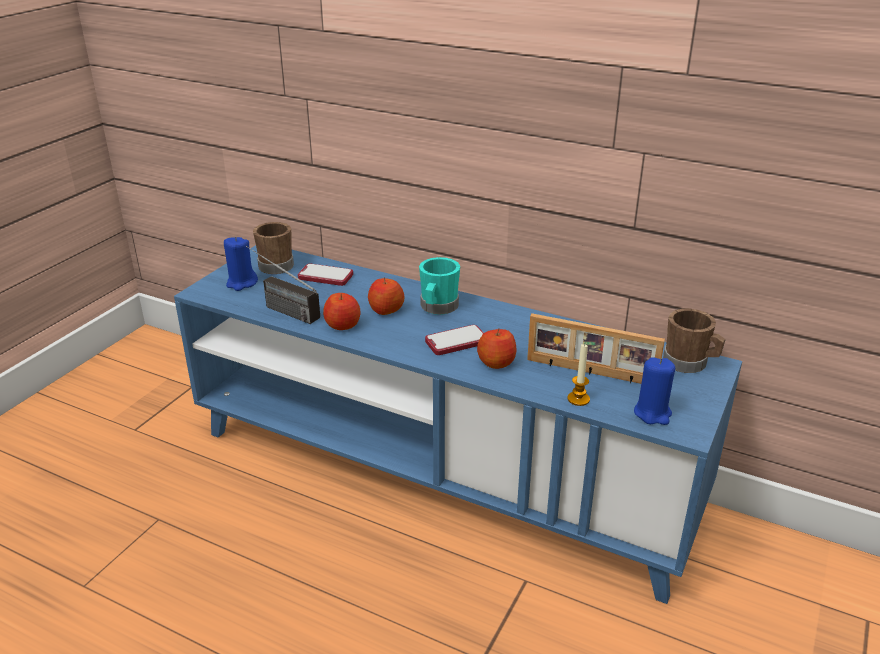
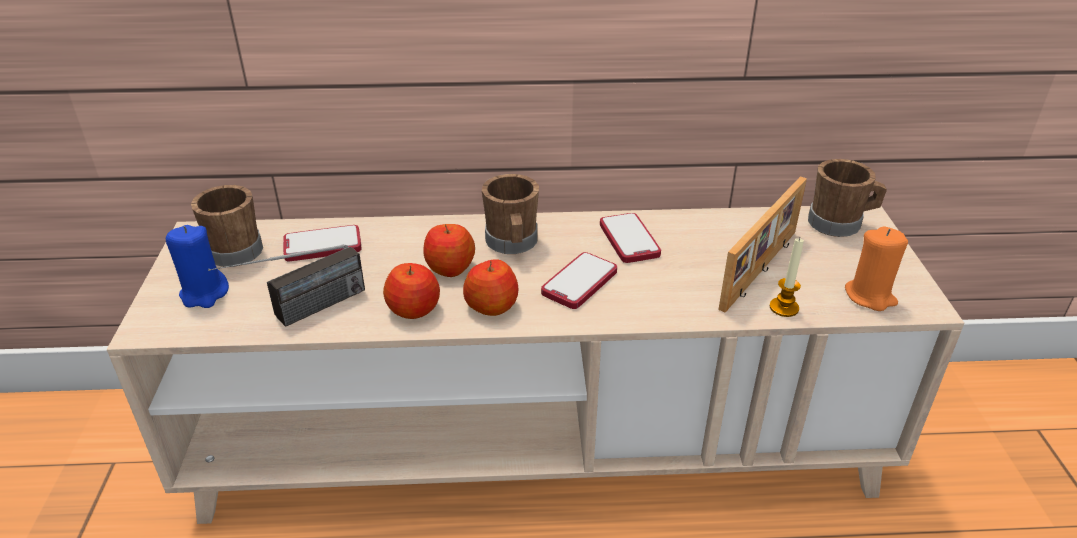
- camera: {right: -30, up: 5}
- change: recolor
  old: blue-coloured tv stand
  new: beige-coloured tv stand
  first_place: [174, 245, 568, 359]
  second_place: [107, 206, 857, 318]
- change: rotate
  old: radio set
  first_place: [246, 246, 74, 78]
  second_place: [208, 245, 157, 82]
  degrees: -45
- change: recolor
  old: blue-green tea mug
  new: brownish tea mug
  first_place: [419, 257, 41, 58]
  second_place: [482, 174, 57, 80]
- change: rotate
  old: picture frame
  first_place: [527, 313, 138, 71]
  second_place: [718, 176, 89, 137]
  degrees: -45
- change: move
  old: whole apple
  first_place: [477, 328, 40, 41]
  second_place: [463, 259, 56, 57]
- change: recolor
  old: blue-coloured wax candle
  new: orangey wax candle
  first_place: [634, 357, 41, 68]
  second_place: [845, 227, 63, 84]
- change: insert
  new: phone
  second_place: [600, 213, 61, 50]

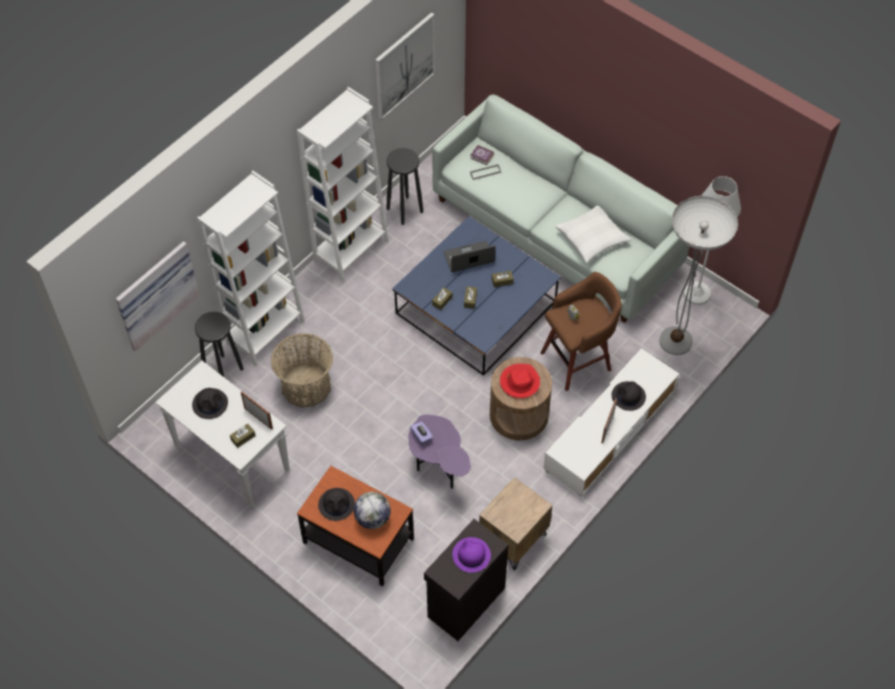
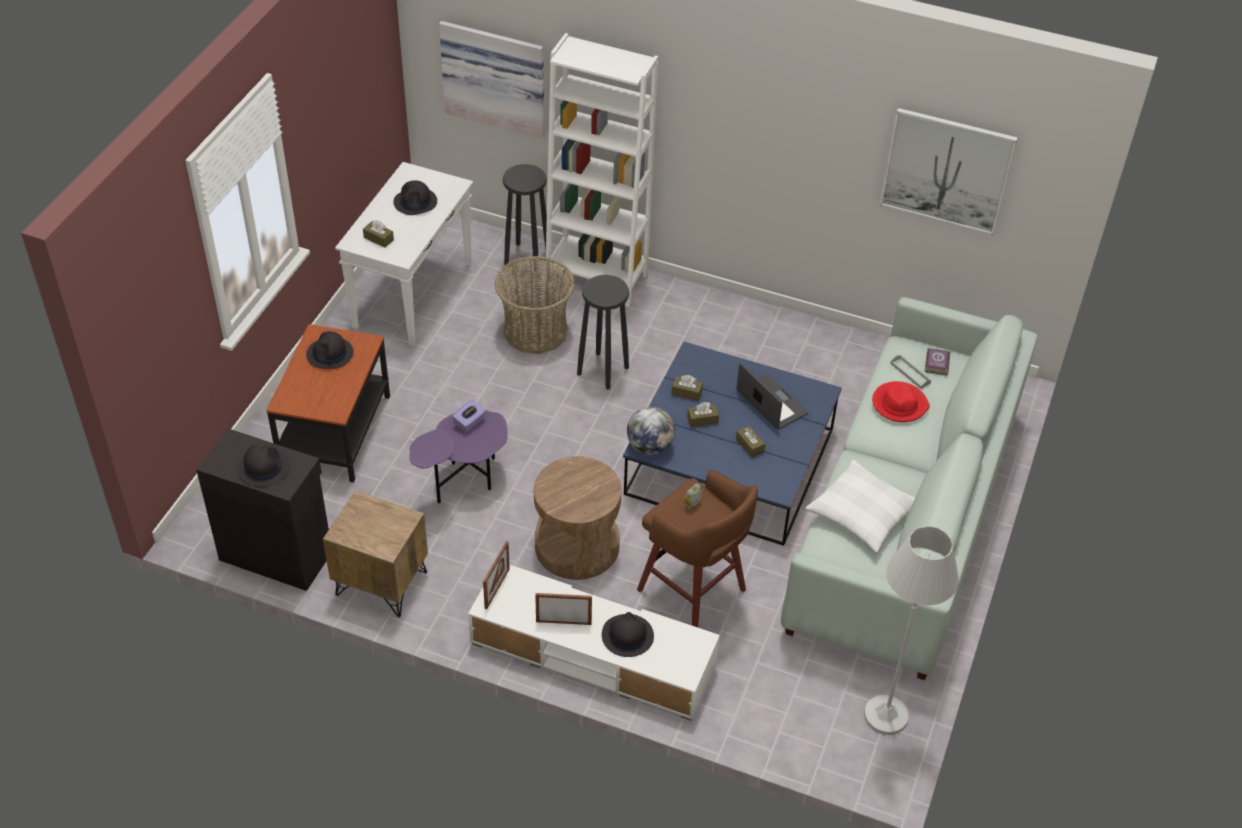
- camera: {right: 70, up: -10}
- change: delete
  old: white shelving unit
  first_place: [297, 87, 92, 196]
- change: move
  old: black-coloured sitting stool
  first_place: [387, 148, 36, 77]
  second_place: [577, 275, 52, 115]
- change: delete
  old: standard lamp
  first_place: [659, 196, 79, 159]
- change: move
  old: red-coloured clothing hat
  first_place: [500, 364, 40, 34]
  second_place: [872, 381, 58, 41]
- change: move
  old: picture frame
  first_place: [241, 391, 32, 39]
  second_place: [483, 541, 27, 68]
- change: move
  old: globe
  first_place: [354, 492, 37, 37]
  second_place: [627, 407, 48, 48]
- change: recolor
  old: purple clothing hat
  new: black-coloured clothing hat
  first_place: [452, 537, 39, 36]
  second_place: [237, 445, 53, 41]

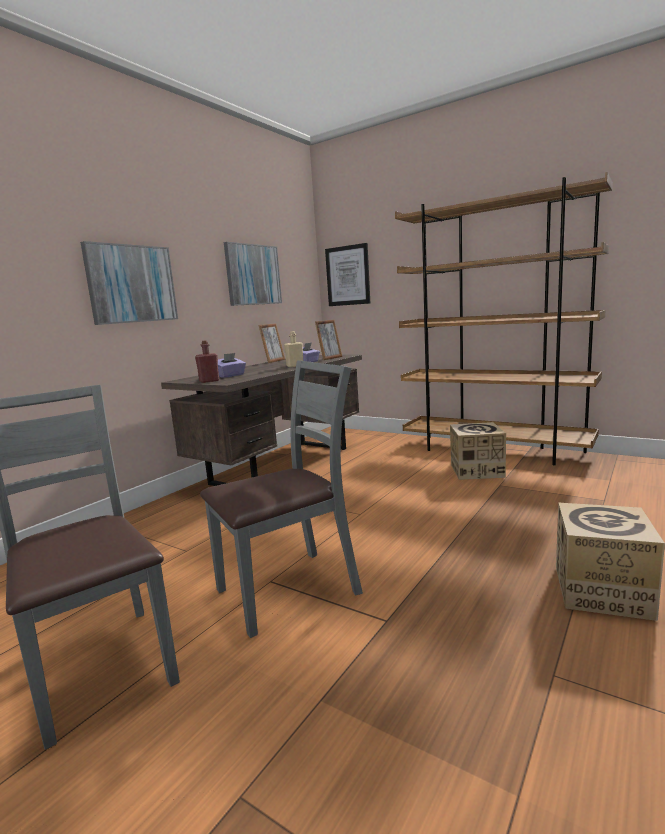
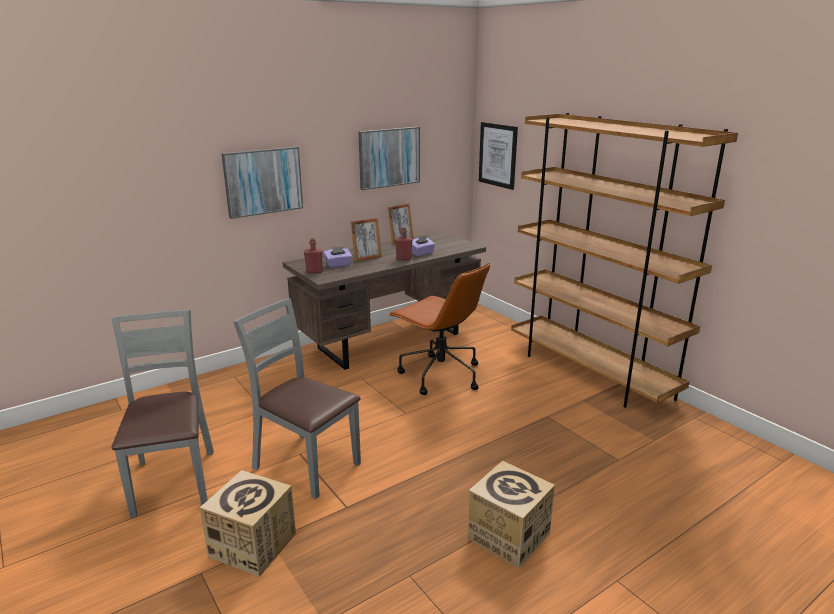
- camera: {right: 20, up: 10}
- change: move
  old: picture frame
  first_place: [315, 320, 27, 40]
  second_place: [350, 218, 32, 44]
- change: recolor
  old: beige-coloured beverage bottle
  new: red-coloured beverage bottle
  first_place: [284, 331, 19, 36]
  second_place: [395, 227, 17, 33]
- change: rotate
  old: gray plain chair
  first_place: [200, 360, 163, 278]
  second_place: [233, 298, 128, 201]
  degrees: -135
- change: move
  old: cardboard box
  first_place: [450, 422, 56, 58]
  second_place: [200, 470, 96, 107]
- change: insert
  new: brownish office chair
  second_place: [389, 263, 101, 132]

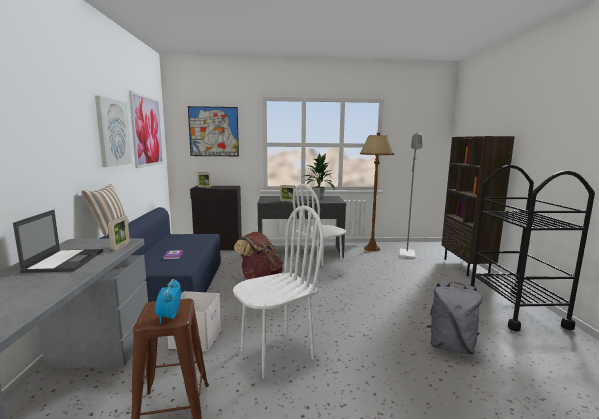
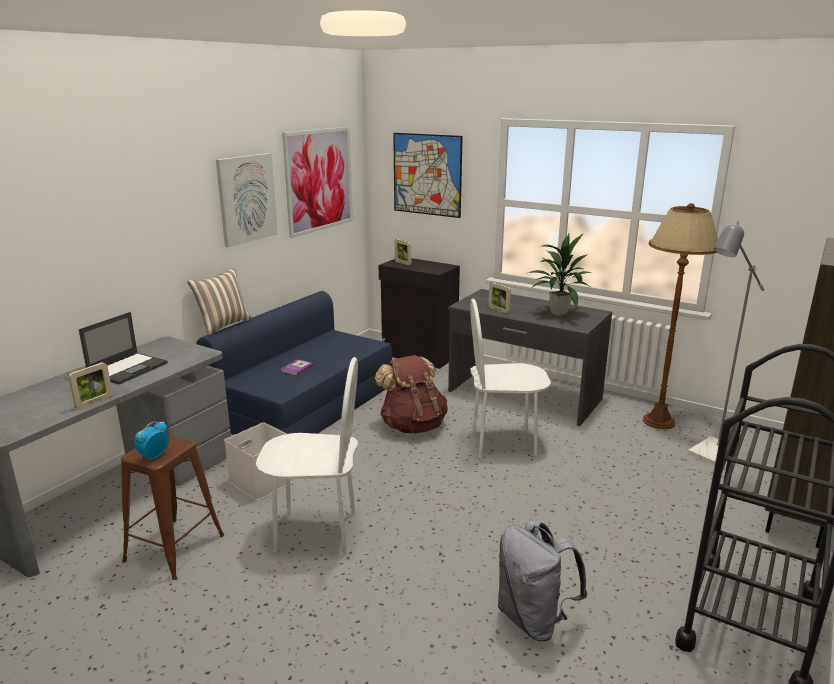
- camera: {right: 35, up: 10}
- change: move
  old: picture frame
  first_place: [108, 216, 22, 35]
  second_place: [68, 362, 45, 47]

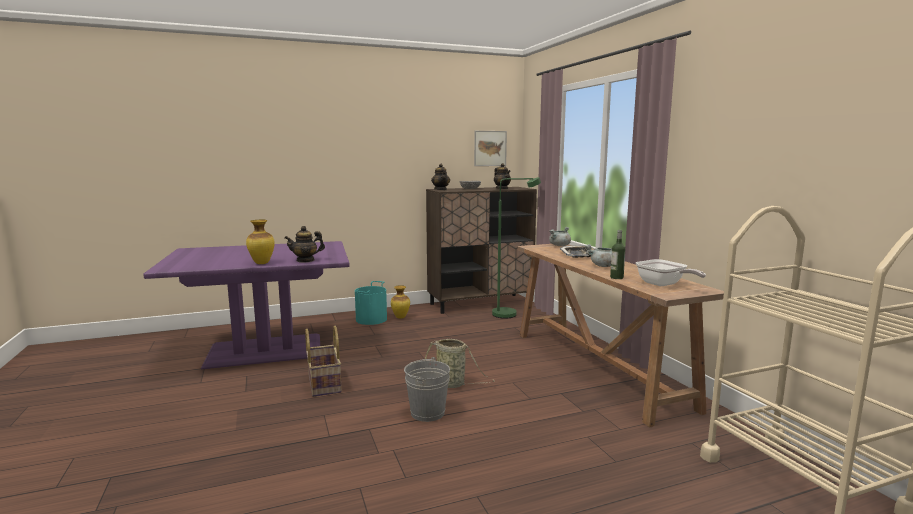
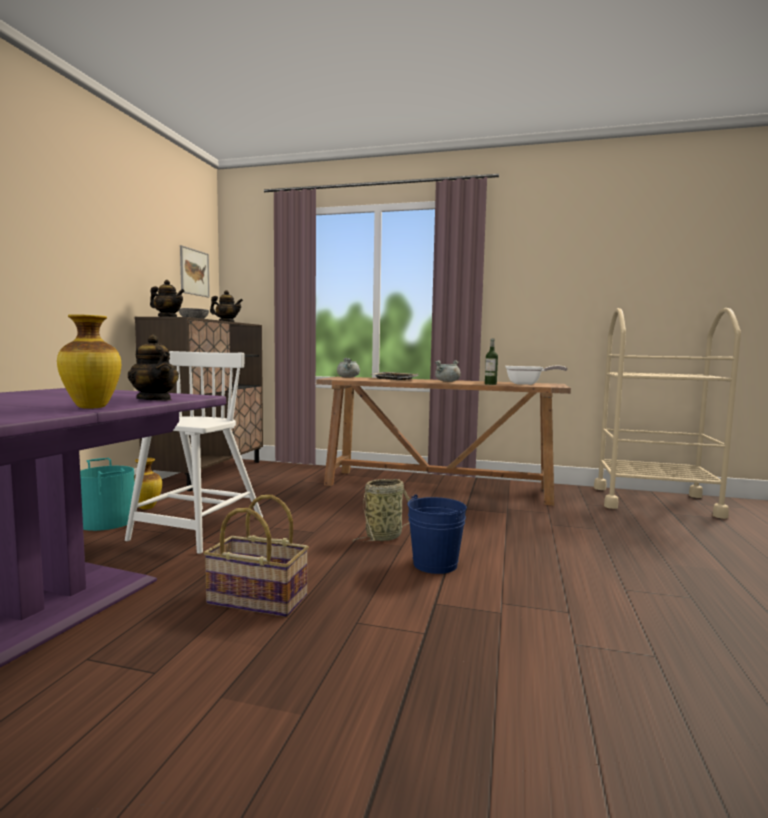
- camera: {right: -55, up: -5}
- change: delete
  old: green-coloured standard lamp
  first_place: [492, 177, 49, 142]
- change: rotate
  old: tea pot
  first_place: [285, 226, 40, 36]
  second_place: [128, 335, 51, 66]
  degrees: -60
- change: recolor
  old: gray pail
  new: blue-coloured pail
  first_place: [404, 357, 46, 65]
  second_place: [408, 495, 59, 79]
- change: insert
  new: white plain chair
  second_place: [125, 351, 138, 203]

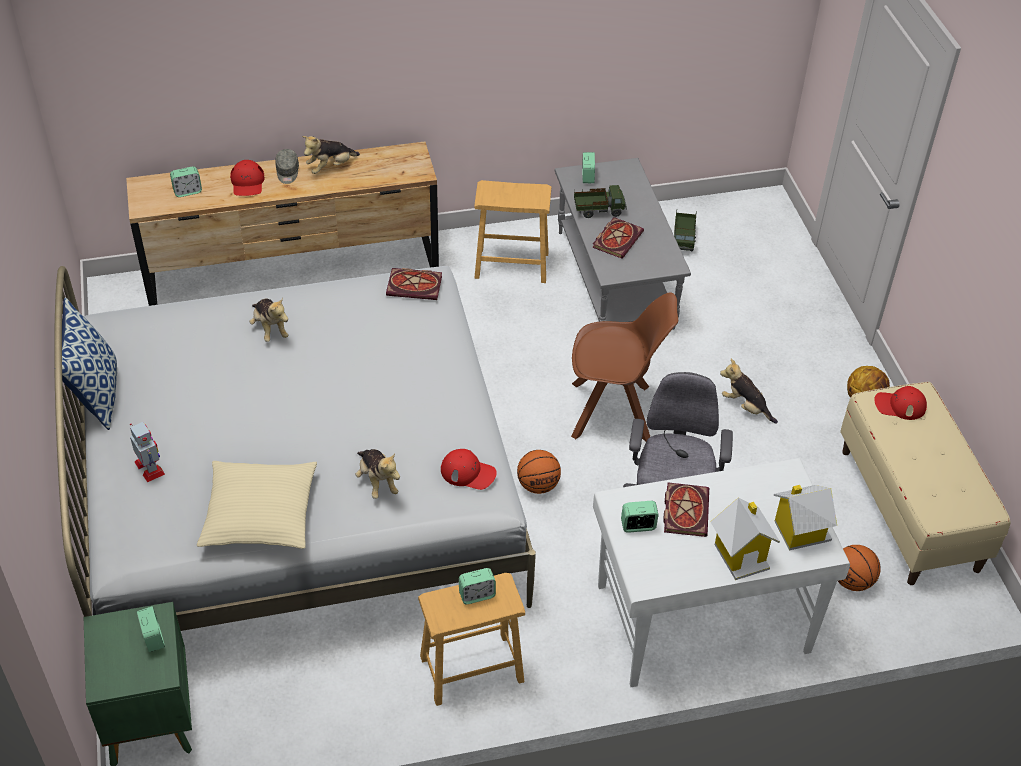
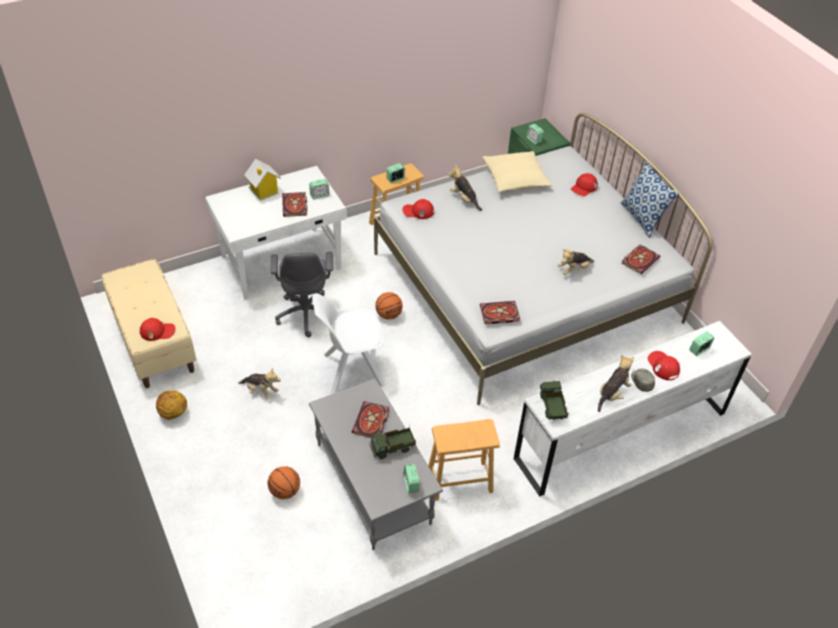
- camera: {right: 165, up: 0}
- change: recolor
  old: brownish chest of drawers
  new: white chest of drawers
  first_place: [126, 142, 313, 164]
  second_place: [514, 321, 238, 176]
- change: move
  old: model truck
  first_place: [674, 211, 23, 40]
  second_place: [540, 381, 29, 39]
- change: recolor
  old: brownish plain chair
  new: white plain chair
  first_place: [571, 292, 107, 149]
  second_place: [312, 293, 73, 101]
- change: rotate
  old: plush toy
  first_place: [250, 297, 38, 45]
  second_place: [558, 249, 36, 26]
  degrees: -75
- change: replace
  old: robot figure
  new: red-coloured peaked cap
  first_place: [130, 422, 35, 60]
  second_place: [571, 173, 27, 23]
- change: delete
  old: model house
  first_place: [774, 485, 63, 66]
- change: move
  old: ball for basketball
  first_place: [838, 545, 43, 46]
  second_place: [268, 466, 32, 33]
- change: insert
  new: book
  second_place: [622, 244, 38, 30]

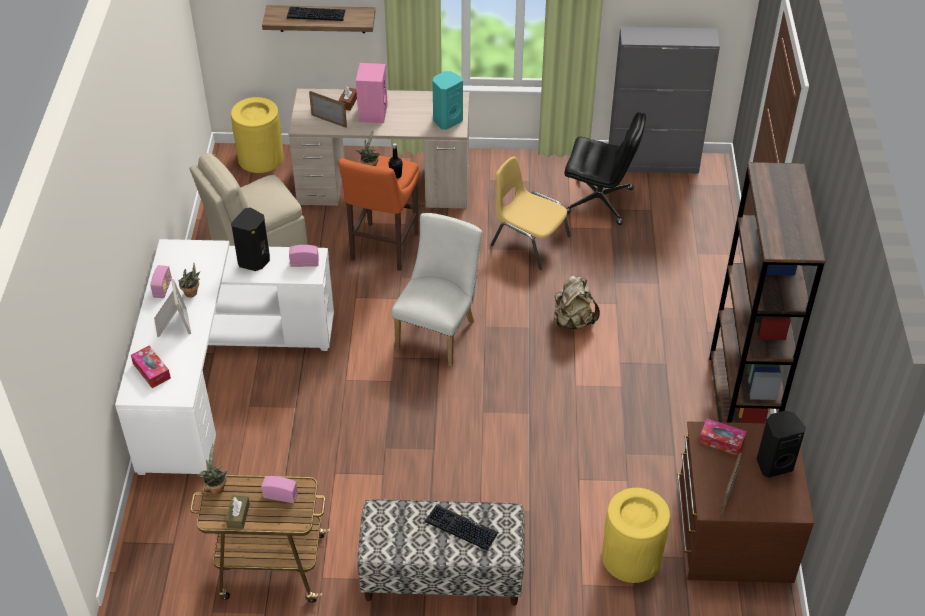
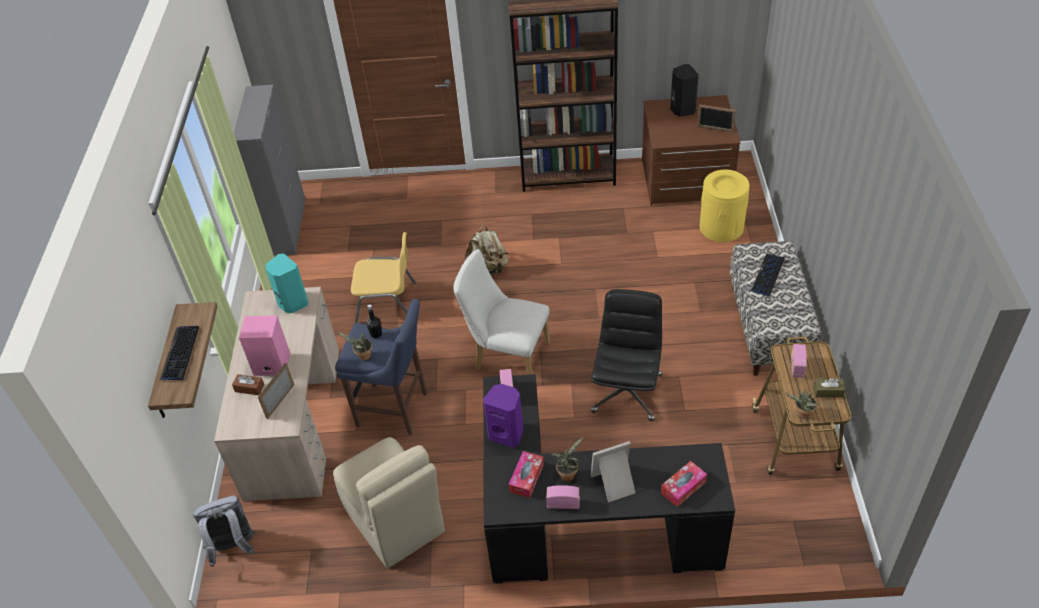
- camera: {right: -90, up: 0}
- change: replace
  old: yellow-coloured waste bin
  new: gray backpack
  first_place: [231, 97, 53, 76]
  second_place: [193, 496, 62, 71]
- change: move
  old: black-coloured office chair
  first_place: [564, 112, 82, 113]
  second_place: [591, 289, 71, 132]
- change: recolor
  old: orangey sitting stool
  new: blue-coloured sitting stool
  first_place: [338, 156, 82, 115]
  second_place: [335, 299, 92, 136]
- change: rotate
  old: yellow-coloured plain chair
  first_place: [491, 157, 80, 113]
  second_place: [351, 232, 65, 91]
  degrees: -120
- change: recolor
  old: black-coloured audio speaker
  new: purple audio speaker
  first_place: [231, 207, 39, 64]
  second_place: [483, 384, 40, 64]
- change: recolor
  old: white desk table
  new: black-coloured desk table
  first_place: [115, 239, 219, 238]
  second_place: [483, 374, 252, 210]
- change: move
  old: tissue box
  first_place: [699, 419, 48, 37]
  second_place: [509, 451, 35, 47]

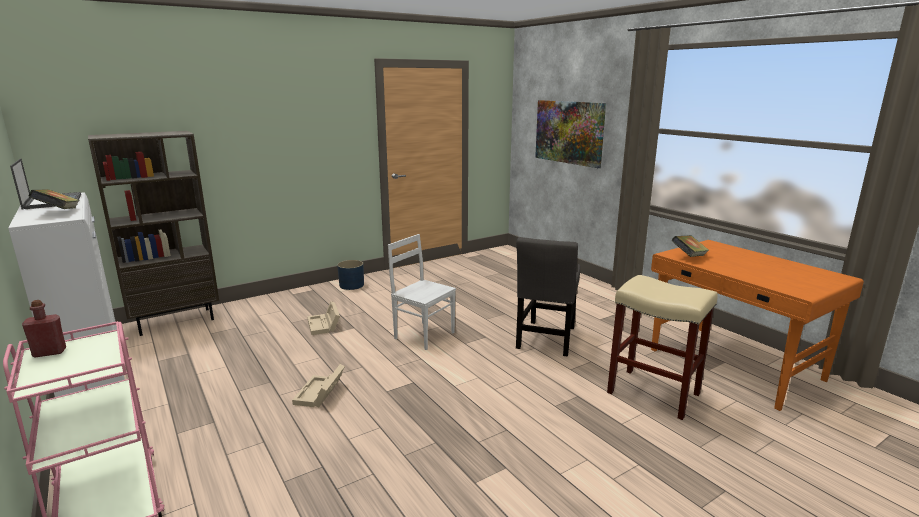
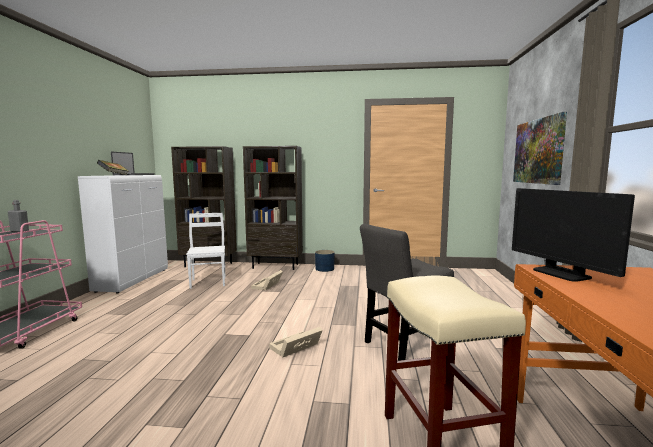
- camera: {right: 40, up: -10}
- change: move
  old: white plain chair
  first_place: [388, 234, 68, 116]
  second_place: [186, 213, 39, 76]
- change: replace
  old: book
  new: computer display
  first_place: [671, 235, 38, 22]
  second_place: [512, 188, 123, 94]
- change: recolor
  old: red-coloured beverage bottle
  new: gray beverage bottle
  first_place: [22, 300, 44, 58]
  second_place: [8, 200, 21, 32]
- change: move
  old: beige-coloured storage bin
  first_place: [292, 364, 53, 43]
  second_place: [269, 327, 54, 30]
- change: insert
  new: brownish shelving unit
  second_place: [243, 146, 60, 124]

